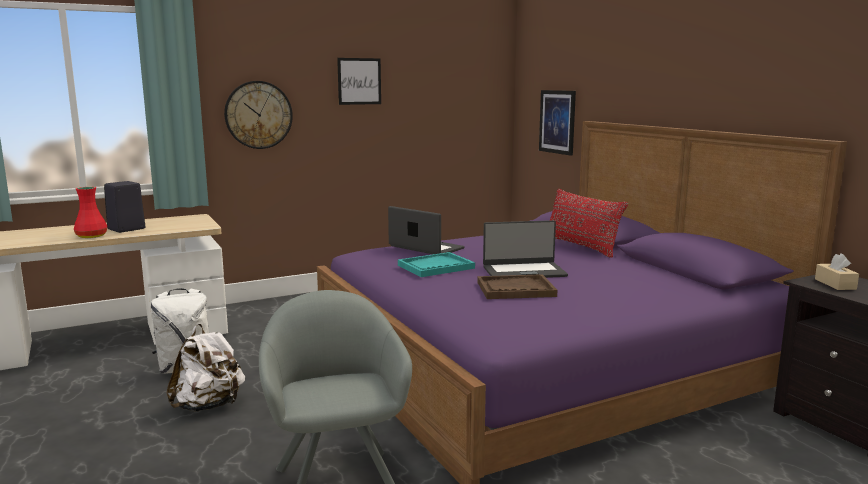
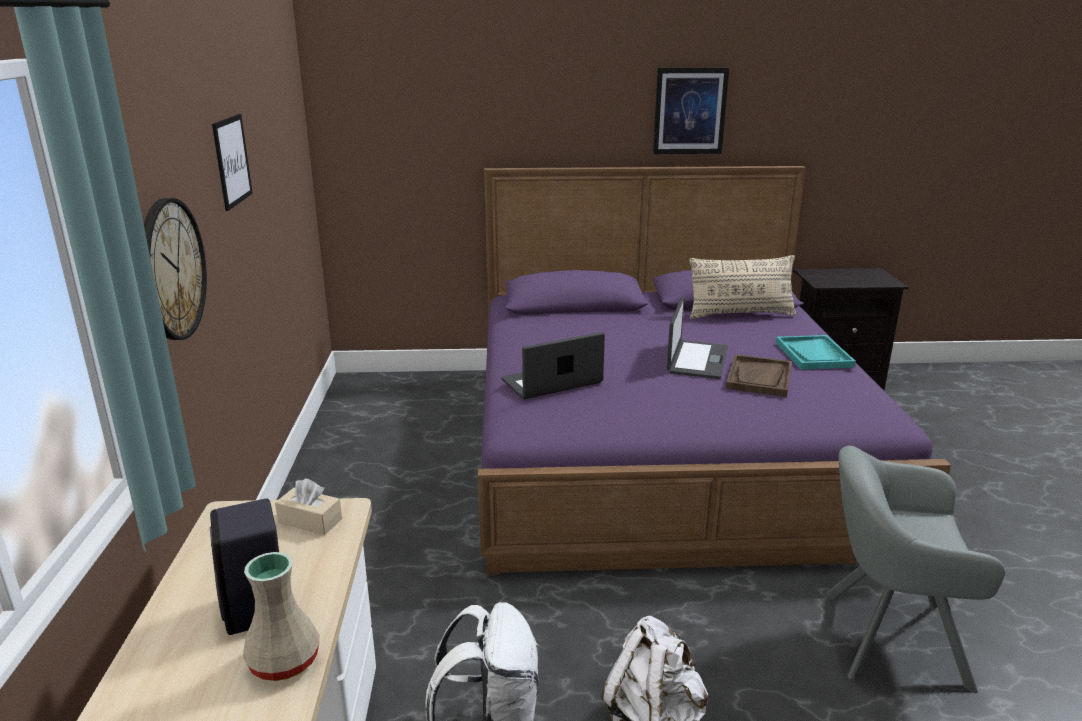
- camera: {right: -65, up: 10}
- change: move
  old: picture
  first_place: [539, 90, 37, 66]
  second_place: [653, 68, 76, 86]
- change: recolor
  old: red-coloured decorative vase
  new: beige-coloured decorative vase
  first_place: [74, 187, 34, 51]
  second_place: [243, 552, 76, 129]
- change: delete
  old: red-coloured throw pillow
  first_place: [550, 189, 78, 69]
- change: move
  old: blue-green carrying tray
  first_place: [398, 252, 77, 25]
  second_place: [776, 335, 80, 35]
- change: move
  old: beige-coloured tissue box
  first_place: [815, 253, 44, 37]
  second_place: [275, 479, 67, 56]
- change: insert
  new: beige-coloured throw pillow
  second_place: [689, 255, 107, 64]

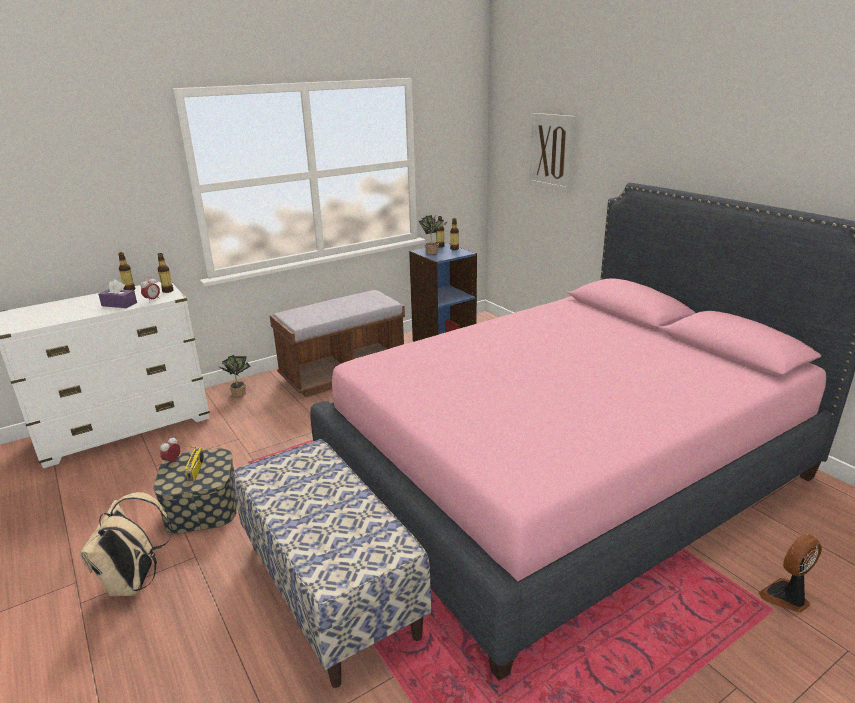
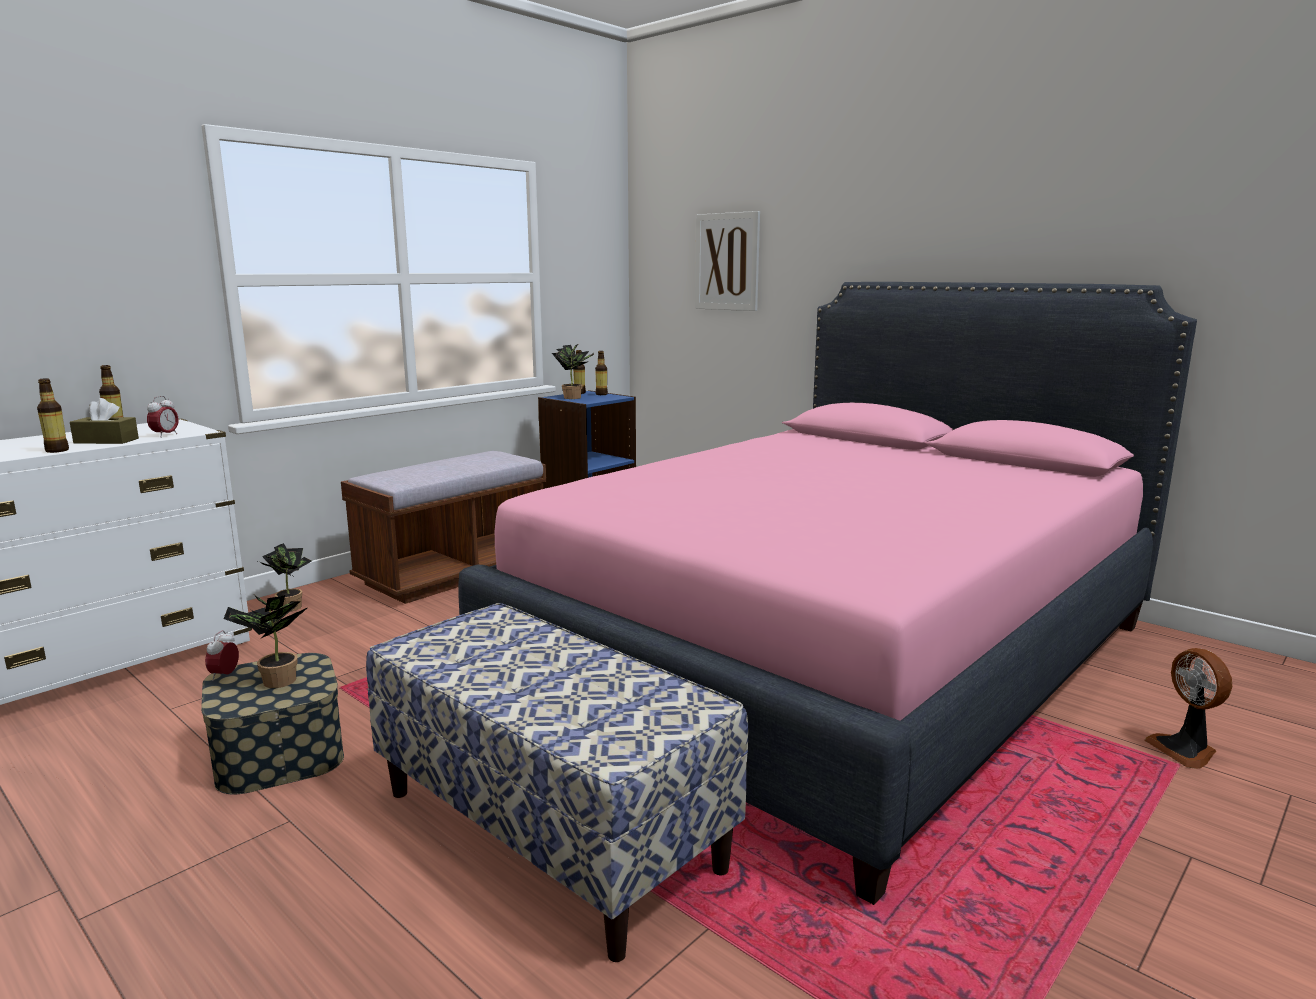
- camera: {right: -15, up: -10}
- change: move
  old: beverage bottle
  first_place: [157, 253, 17, 40]
  second_place: [37, 378, 32, 75]
- change: recolor
  old: purple tissue box
  new: brownish tissue box
  first_place: [98, 280, 39, 28]
  second_place: [70, 398, 69, 46]
- change: replace
  old: radio set
  new: houseplant
  first_place: [183, 445, 21, 36]
  second_place: [223, 595, 84, 93]
- change: delete
  old: beige-coloured backpack
  first_place: [80, 492, 93, 104]
- change: rotate
  old: fan
  first_place: [759, 534, 63, 79]
  second_place: [1144, 648, 88, 121]
  degrees: -60

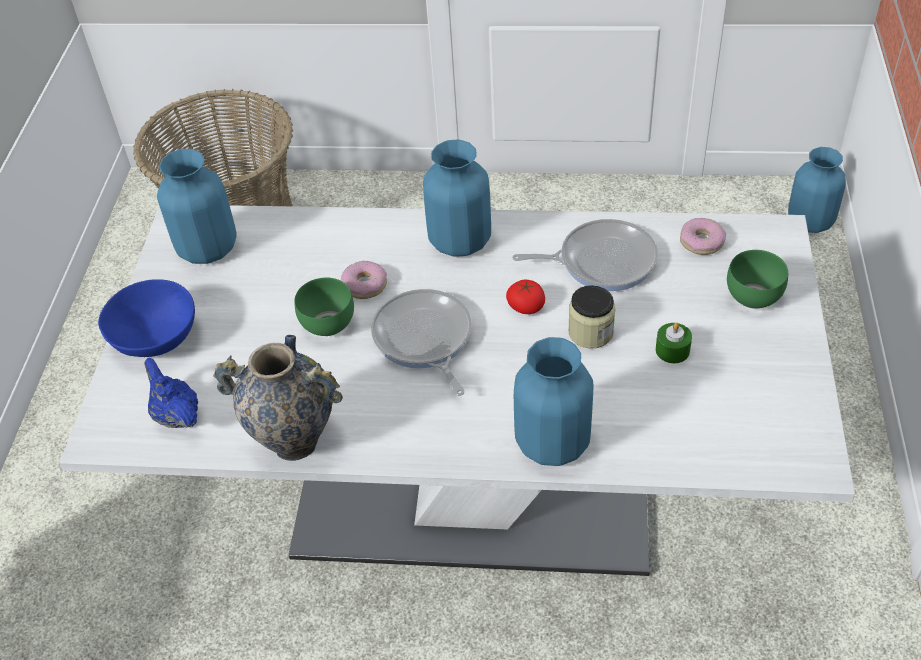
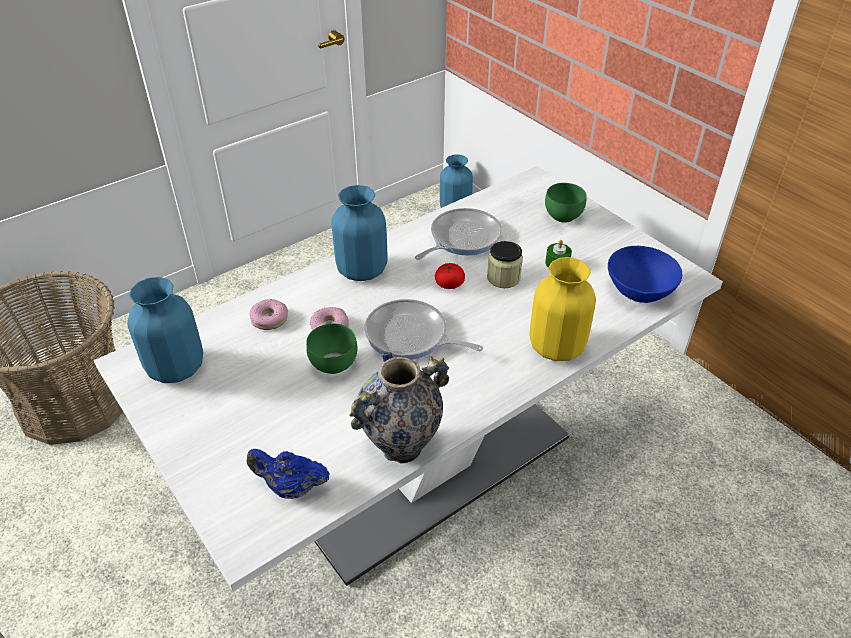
- camera: {right: -45, up: -5}
- change: move
  old: doughnut
  first_place: [680, 218, 46, 37]
  second_place: [249, 299, 39, 31]
- change: move
  old: blue-coloured deep dish
  first_place: [98, 279, 97, 78]
  second_place: [608, 246, 74, 57]
- change: recolor
  old: blue-coloured decorative vase
  new: yellow-coloured decorative vase
  first_place: [514, 337, 79, 129]
  second_place: [529, 257, 67, 104]

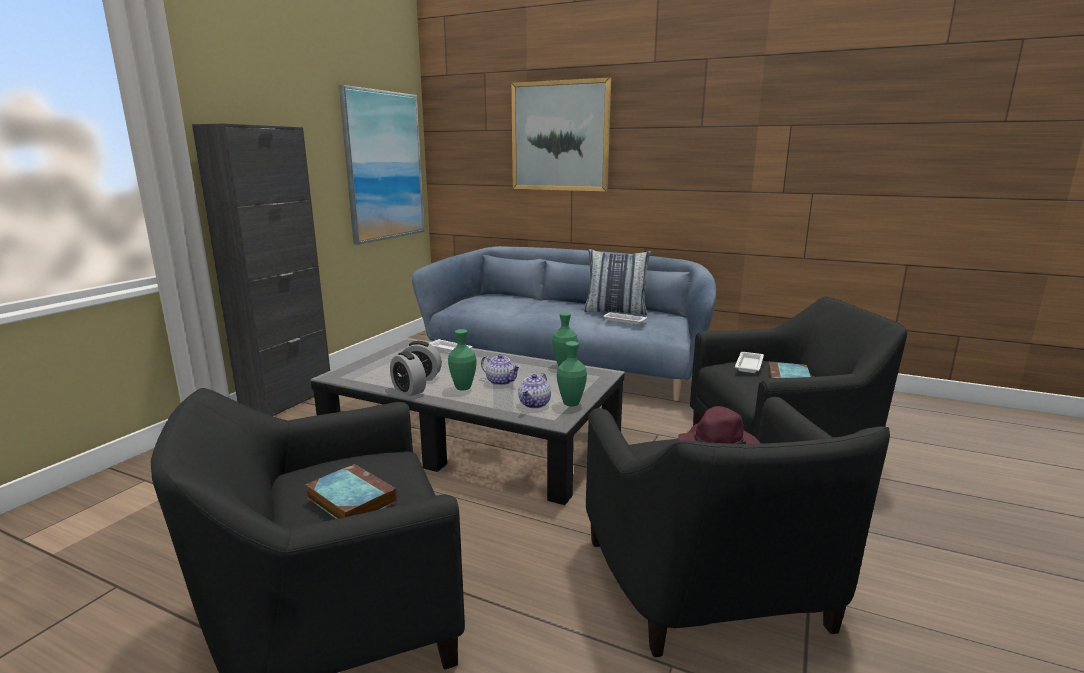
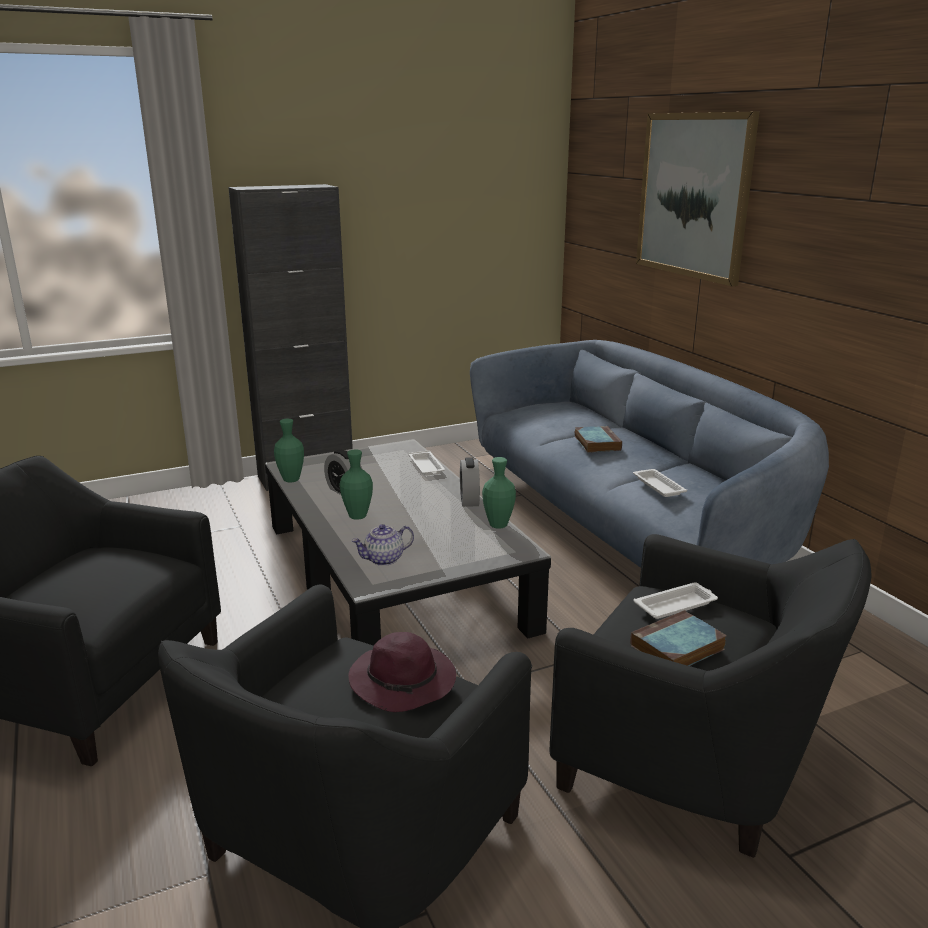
- camera: {right: 40, up: 5}
- change: delete
  old: picture
  first_place: [339, 85, 85, 160]
- change: delete
  old: throw pillow
  first_place: [584, 249, 67, 66]
- change: move
  old: green-coloured decorative vase
  first_place: [557, 341, 30, 65]
  second_place: [274, 419, 30, 63]
- change: move
  old: table clock
  first_place: [390, 352, 36, 44]
  second_place: [460, 457, 20, 50]
- change: delete
  old: tea pot
  first_place: [481, 354, 40, 32]
- change: move
  old: book
  first_place: [306, 464, 91, 55]
  second_place: [575, 426, 47, 27]

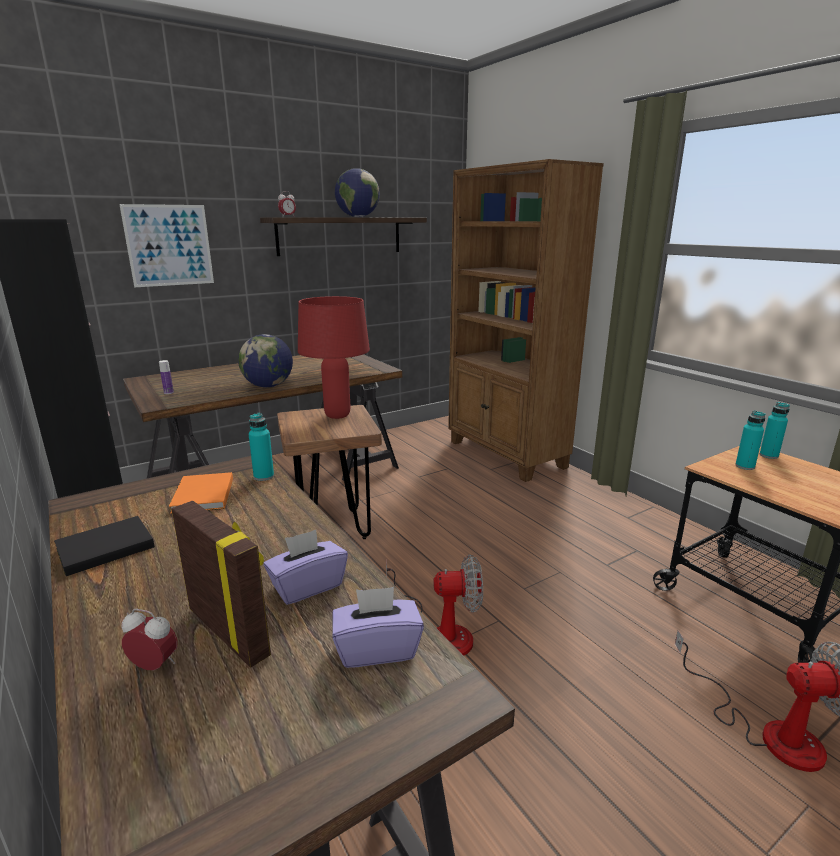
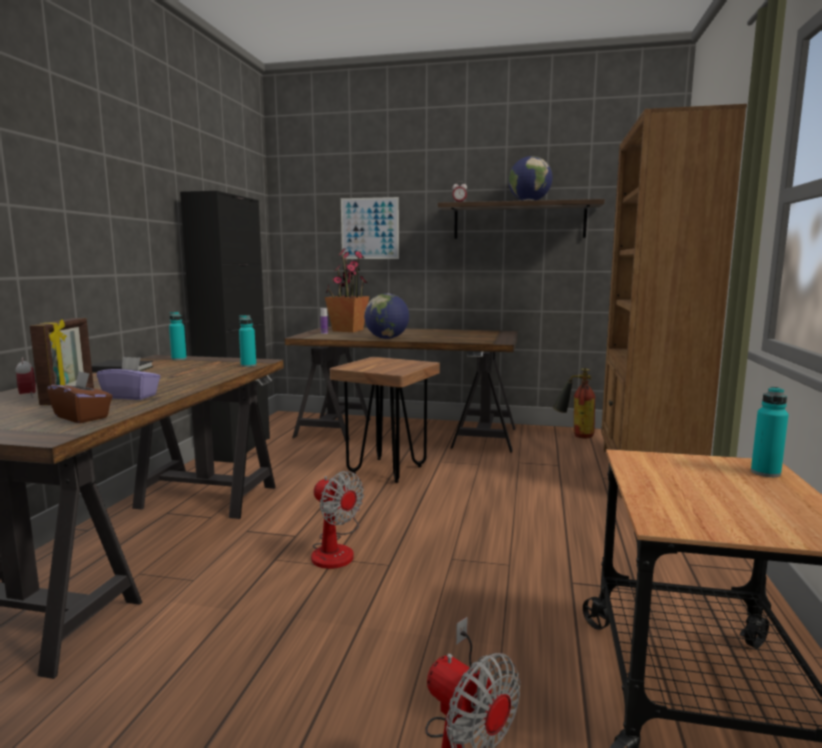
- camera: {right: 45, up: -10}
- change: delete
  old: red-coloured table lamp
  first_place: [298, 296, 72, 123]
- change: move
  old: blue-green beverage bottle
  first_place: [735, 411, 30, 59]
  second_place: [169, 312, 18, 48]
- change: delete
  old: orangey book
  first_place: [169, 472, 64, 42]
- change: recolor
  old: purple tissue box
  new: brownish tissue box
  first_place: [332, 587, 92, 81]
  second_place: [47, 371, 65, 52]
- change: insert
  new: houseplant
  second_place: [325, 248, 44, 84]
- change: insert
  new: fire-fighting cylinder
  second_place: [553, 368, 42, 70]

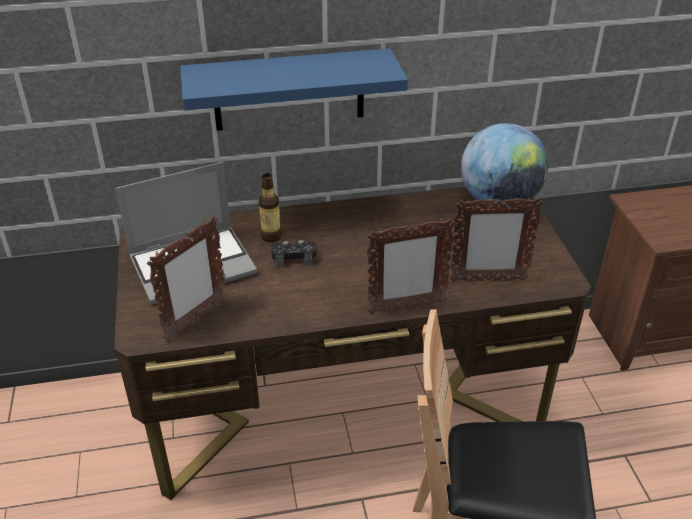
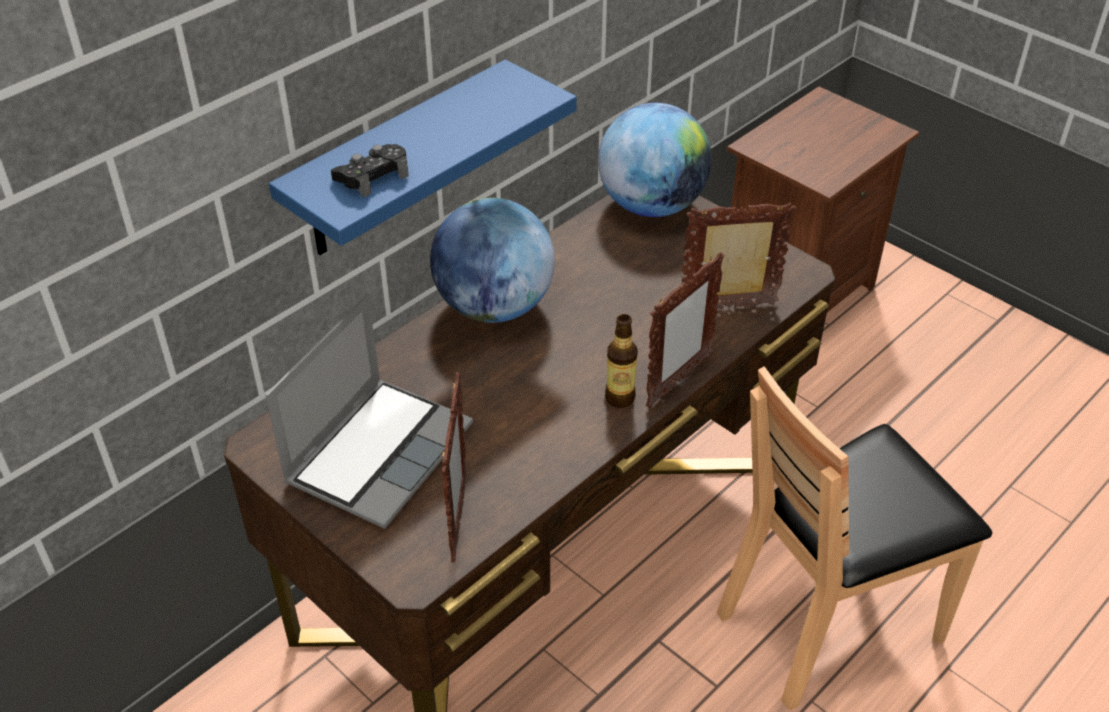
- camera: {right: -35, up: 5}
- change: move
  old: beverage bottle
  first_place: [258, 173, 24, 69]
  second_place: [605, 314, 33, 94]
- change: rotate
  old: picture frame
  first_place: [450, 196, 93, 86]
  second_place: [681, 202, 115, 107]
  degrees: -150
- change: move
  old: black-coloured gamepad
  first_place: [271, 240, 45, 27]
  second_place: [331, 144, 78, 54]
- change: insert
  new: globe
  second_place: [430, 198, 125, 125]

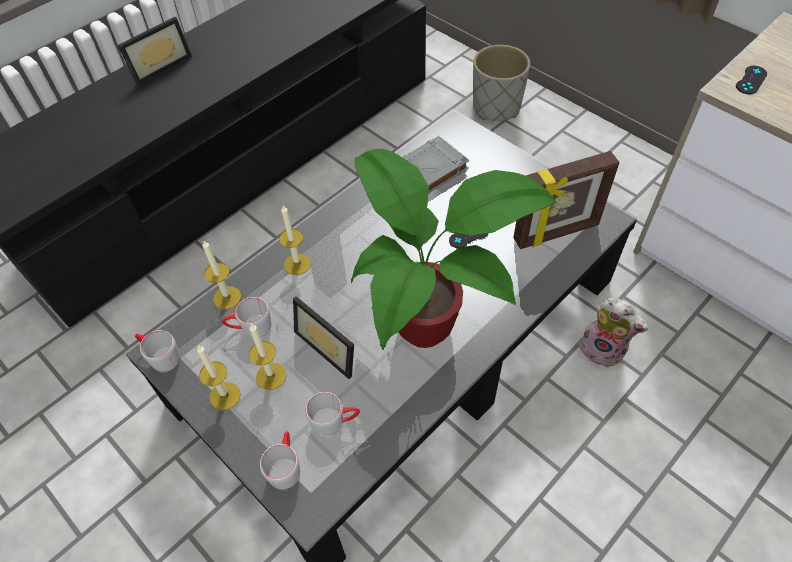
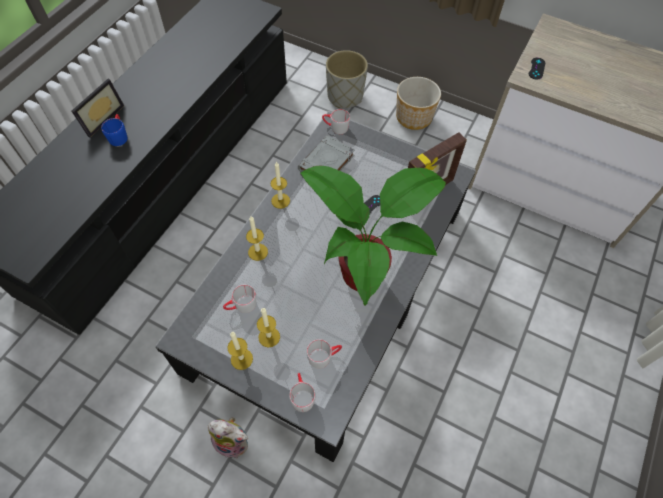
- camera: {right: -20, up: 5}
- change: move
  old: wax candle
  first_place: [202, 240, 39, 70]
  second_place: [270, 161, 20, 48]
- change: delete
  old: picture frame
  first_place: [293, 296, 61, 83]
- change: move
  old: plush toy
  first_place: [576, 298, 72, 70]
  second_place: [207, 417, 41, 41]
- change: move
  old: gray tea mug
  first_place: [135, 330, 45, 42]
  second_place: [322, 109, 28, 25]
- change: insert
  new: flower pot
  second_place: [396, 77, 45, 53]
- change: insert
  new: blue-coloured tea mug
  second_place: [101, 114, 27, 32]

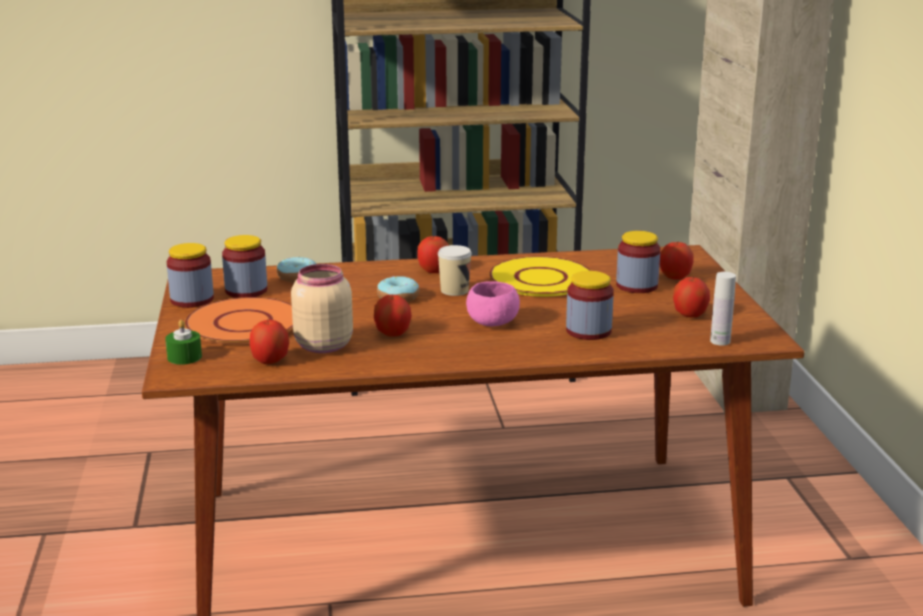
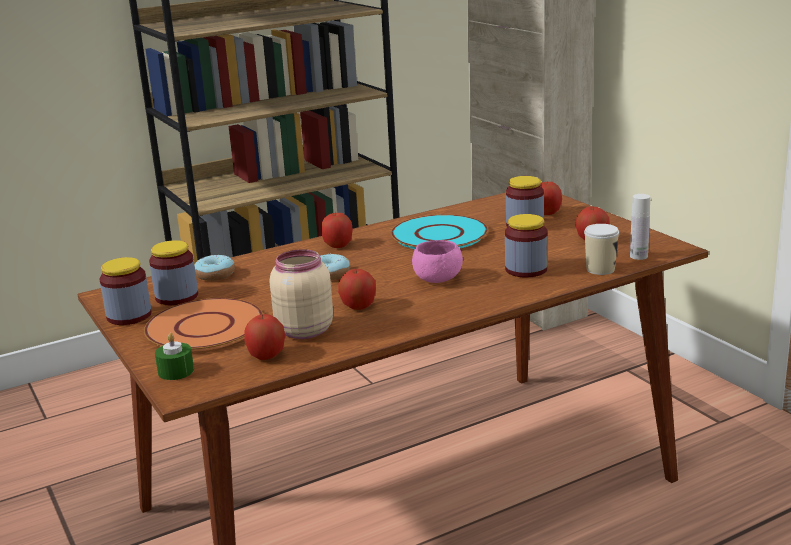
- camera: {right: -20, up: 0}
- change: move
  old: drinking cup
  first_place: [438, 245, 34, 51]
  second_place: [584, 224, 35, 51]
- change: recolor
  old: yellow-coloured dinner plate
  new: blue-green dinner plate
  first_place: [489, 256, 102, 41]
  second_place: [391, 214, 97, 35]

